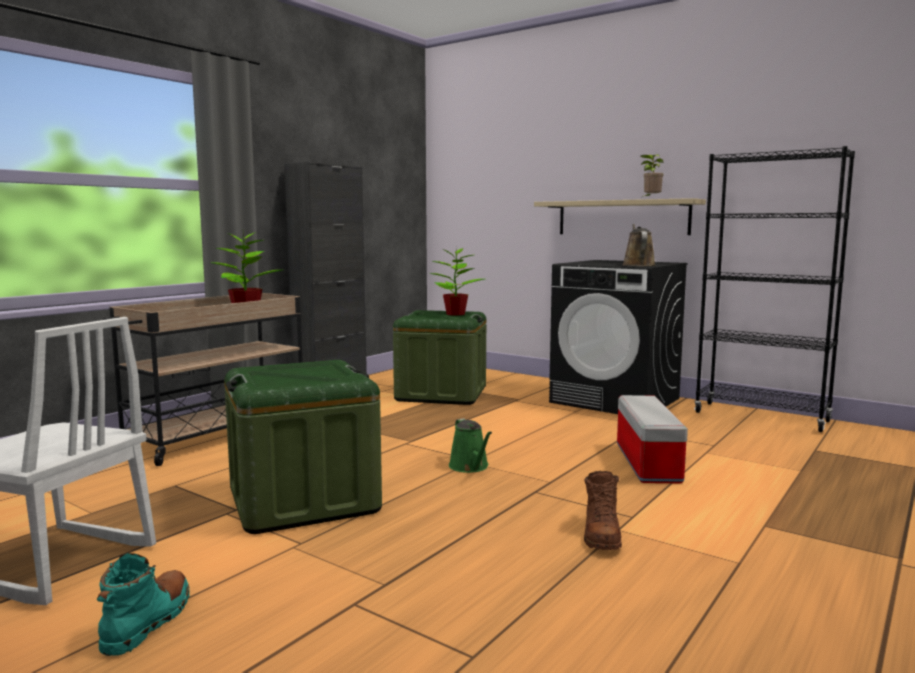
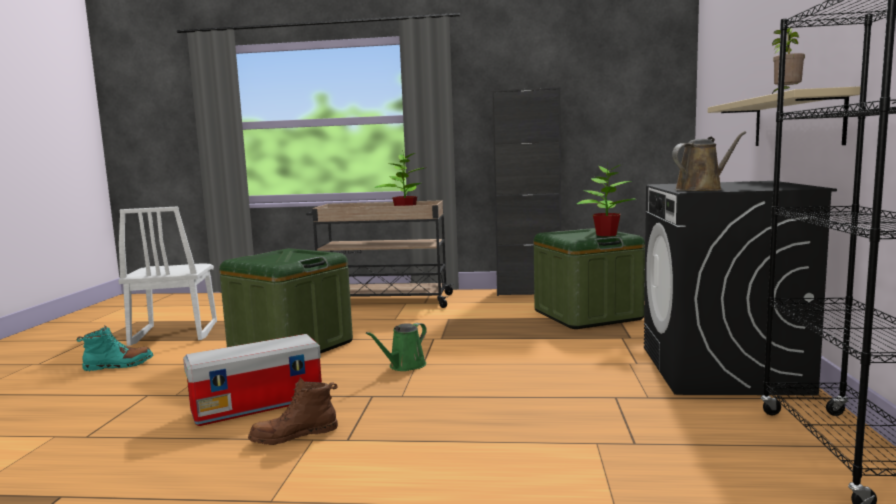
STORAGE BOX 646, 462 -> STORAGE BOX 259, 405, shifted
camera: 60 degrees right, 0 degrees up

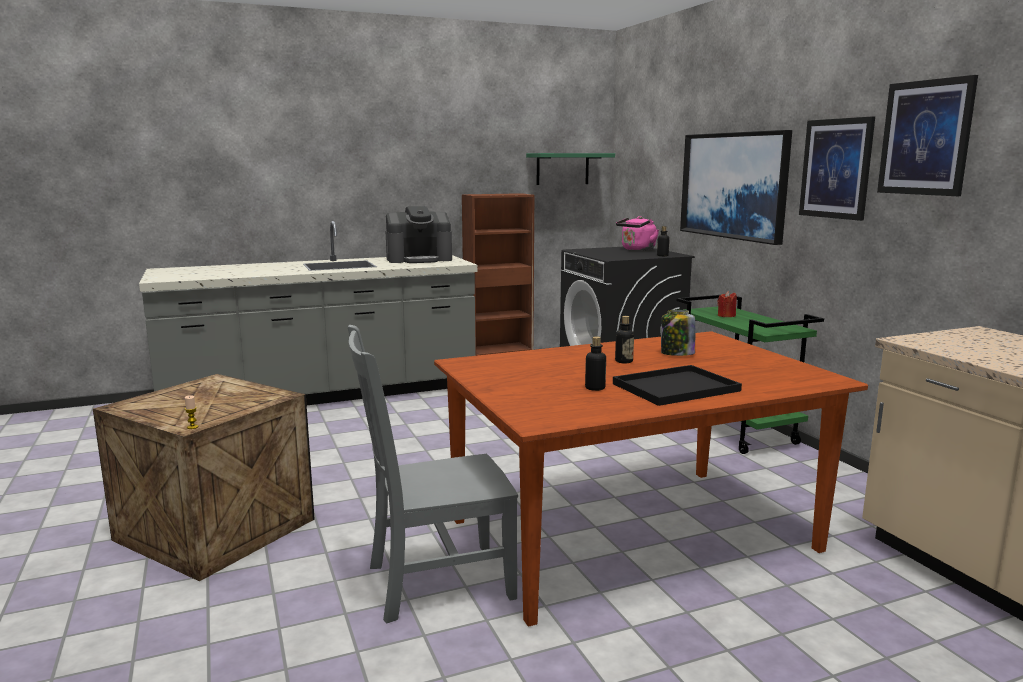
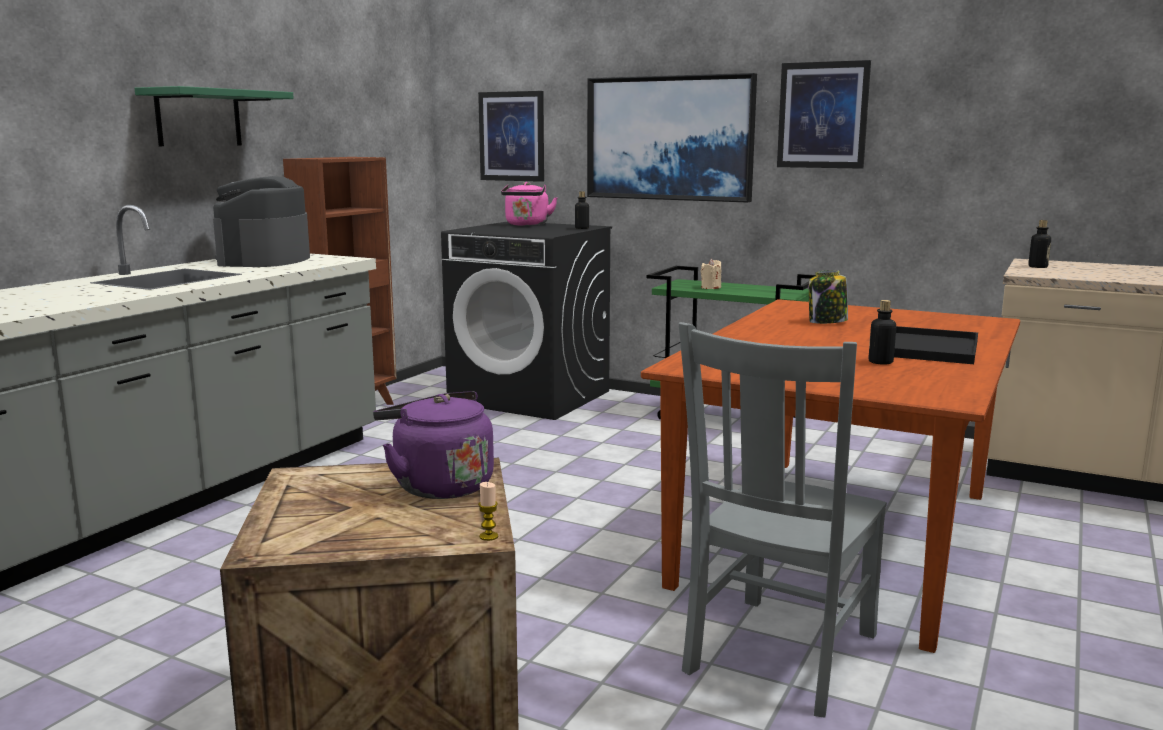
COFFEE MACHINE 419, 259 -> COFFEE MACHINE 264, 260, 150 degrees clockwise
GREEN SHELF 562, 169 -> GREEN SHELF 198, 118, shifted
BOTTLE 624, 361 -> BOTTLE 1037, 267, shifted
RED CANDLE 726, 316 -> BEIGE CANDLE 711, 288
PICTURE 925, 138 -> PICTURE 512, 136, shifted
none -> PURPLE KETTLE 438, 485
camera: 40 degrees left, 0 degrees up

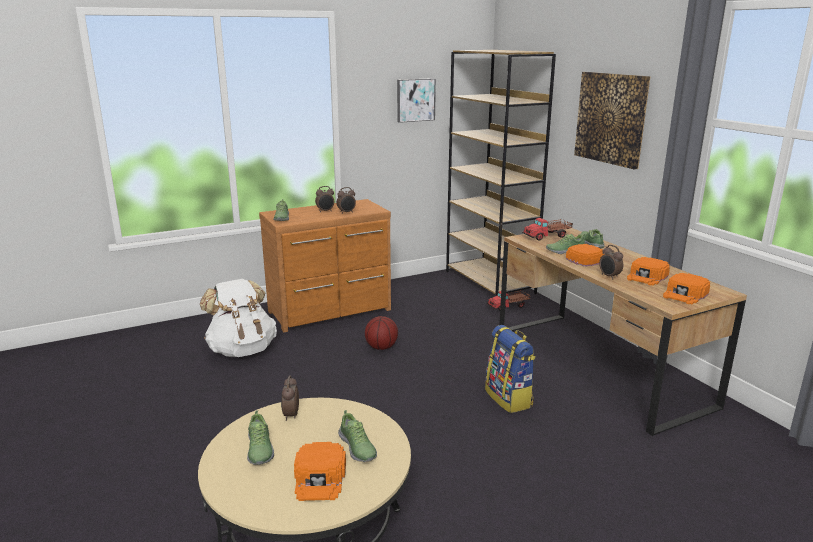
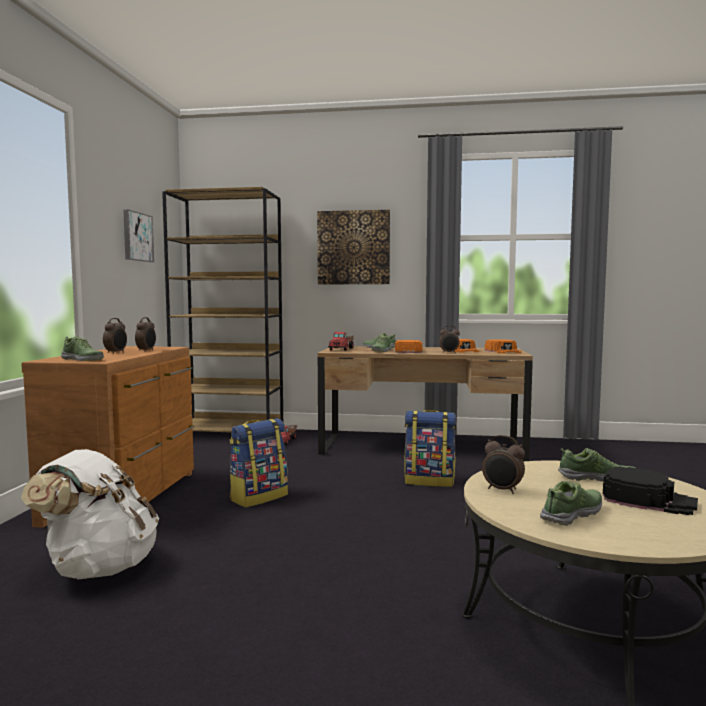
SHOE 259, 450 -> SHOE 572, 514, 60 degrees counterclockwise
ORANGE CAP 320, 477 -> BLACK CAP 648, 499
BASKETBALL 381, 347 -> BACKPACK 258, 497
camera: 55 degrees left, 15 degrees down

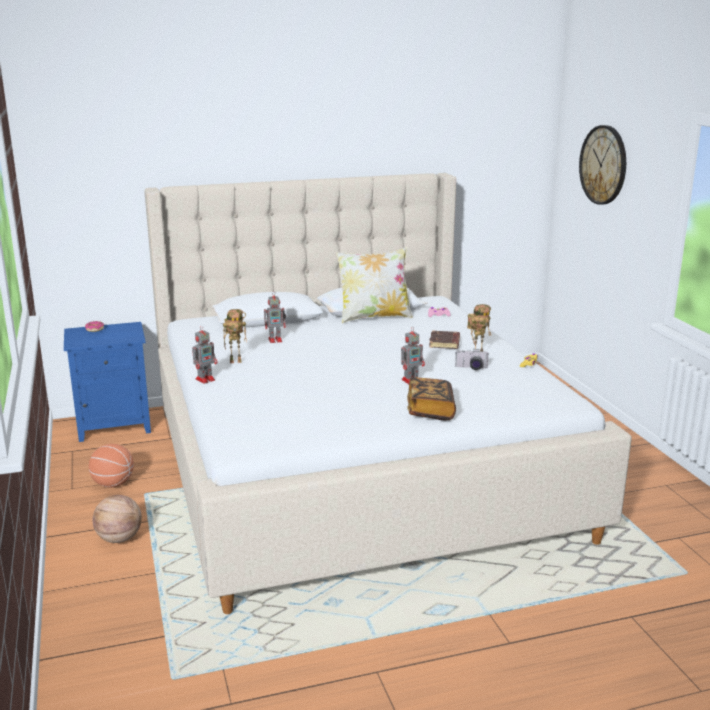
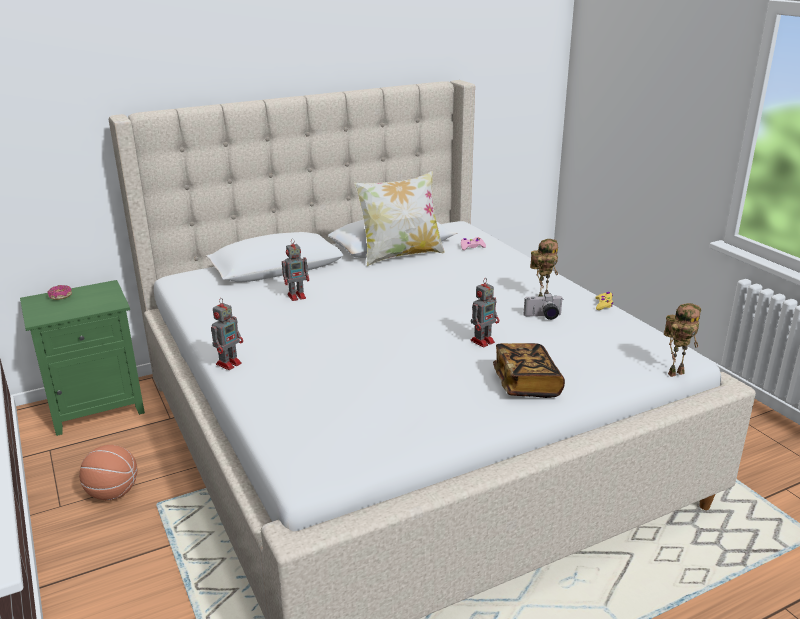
BLUE NIGHTSTAND 115, 425 -> GREEN NIGHTSTAND 97, 406
BASKETBALL 119, 539 -> none
TOY ROBOT 236, 361 -> TOY ROBOT 675, 372, shifted
BROWN BOOK 445, 343 -> none
WALL CLOCK 603, 165 -> none
camera: 10 degrees left, 5 degrees up

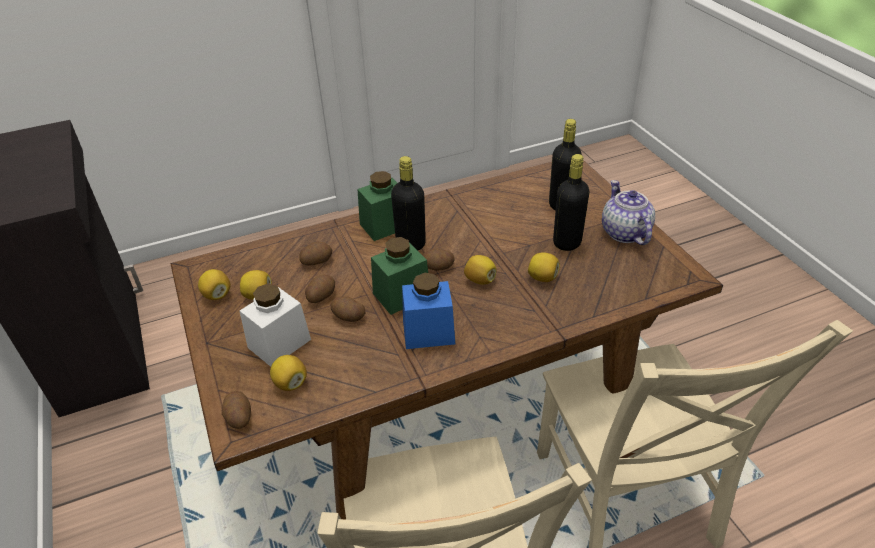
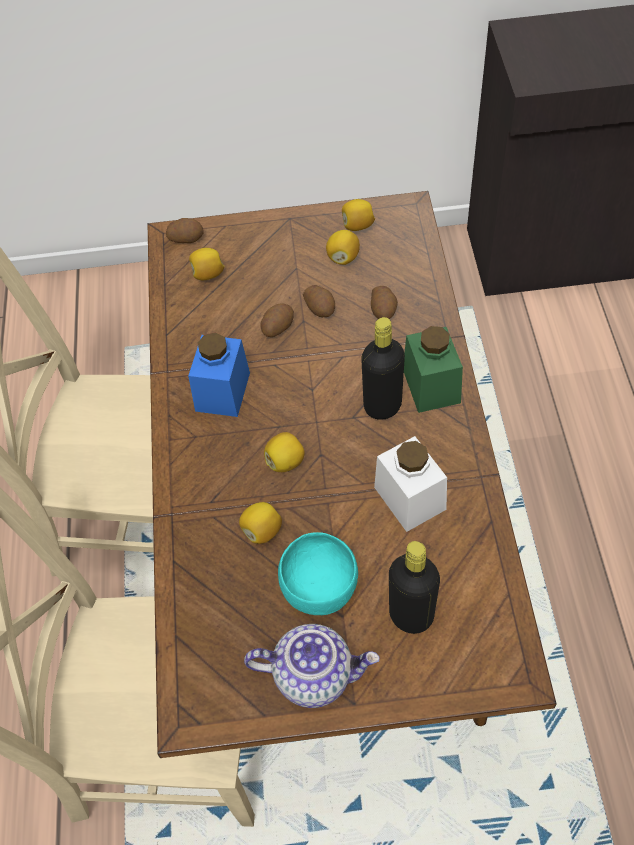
WHITE JAR 279, 343 -> WHITE JAR 410, 498, shifted
GREEN JAR 401, 295 -> none
POTATO 437, 267 -> none
BLACK BOTTLE 567, 243 -> TURQUOISE BOWL 319, 586
camera: 110 degrees right, 15 degrees up

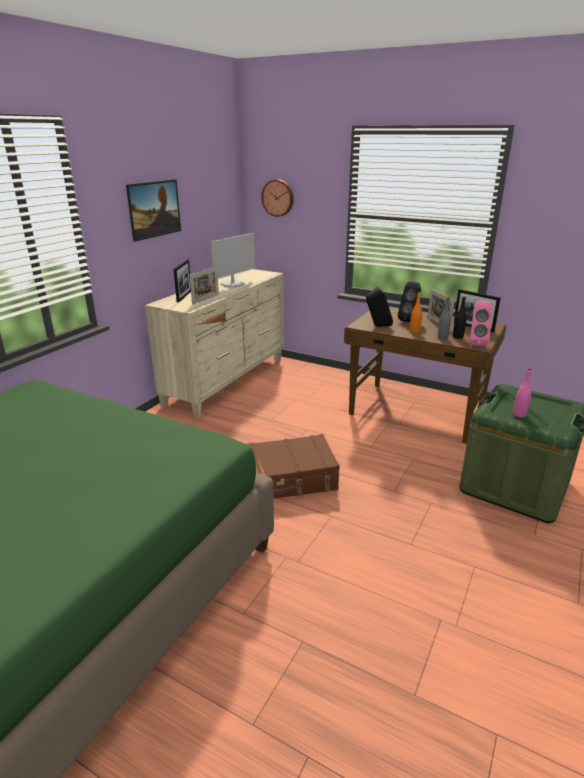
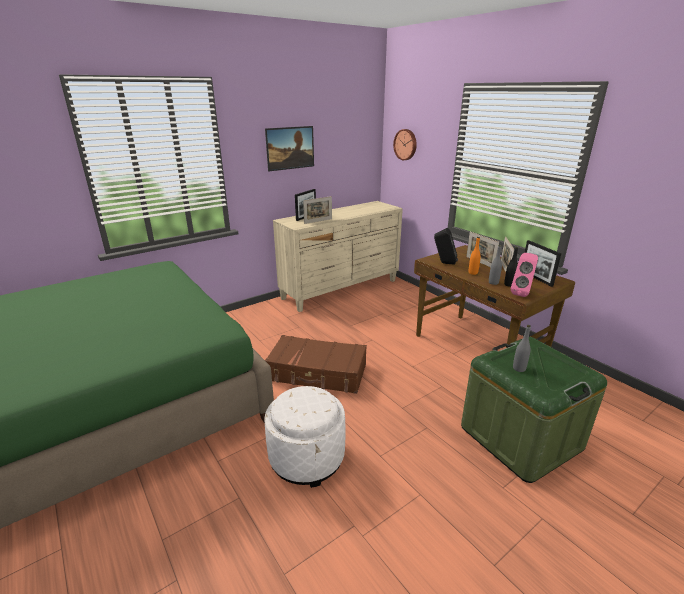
MONITOR 233, 284 -> none
BLACK SPEAKER 409, 320 -> PICTURE FRAME 480, 262
PINK BOTTLE 519, 414 -> GREY BOTTLE 519, 368
none -> WHITE OTTOMAN 307, 458
camera: 25 degrees right, 0 degrees up

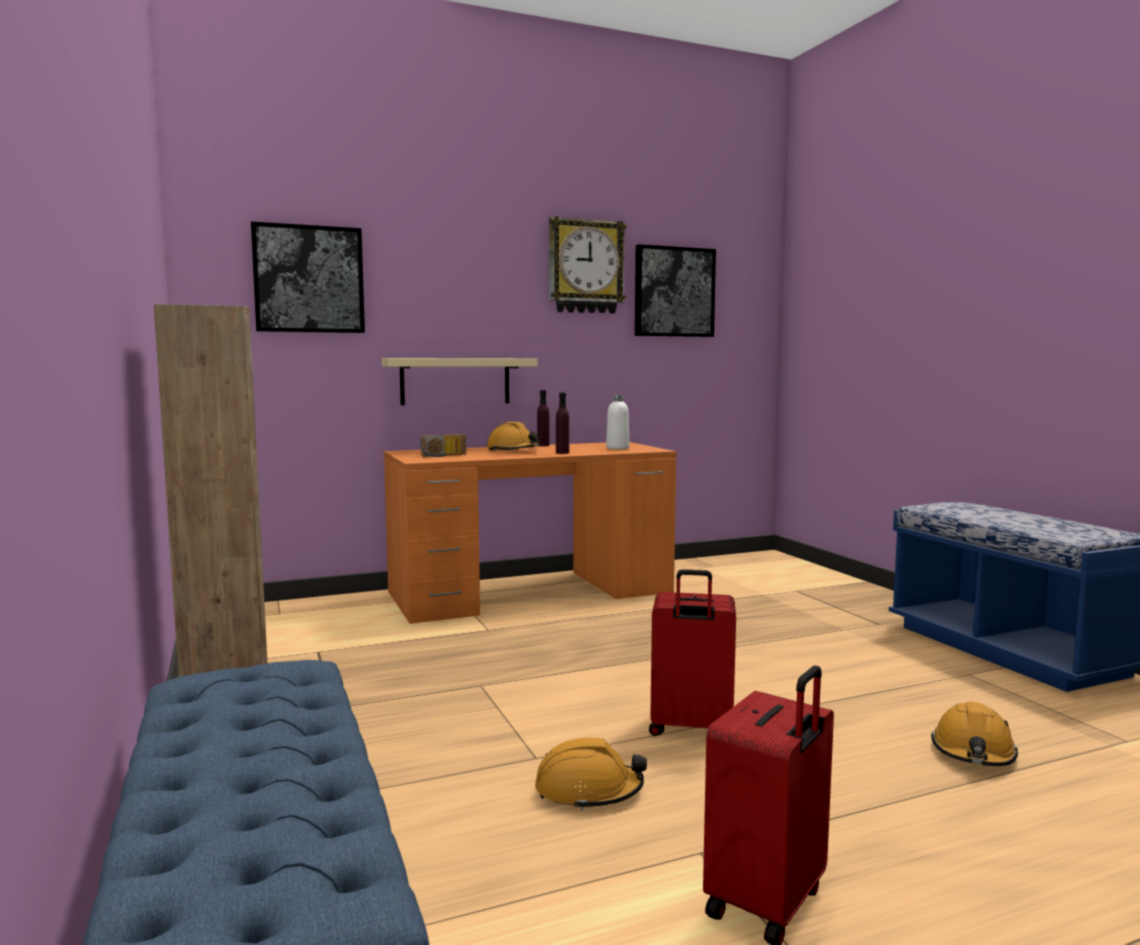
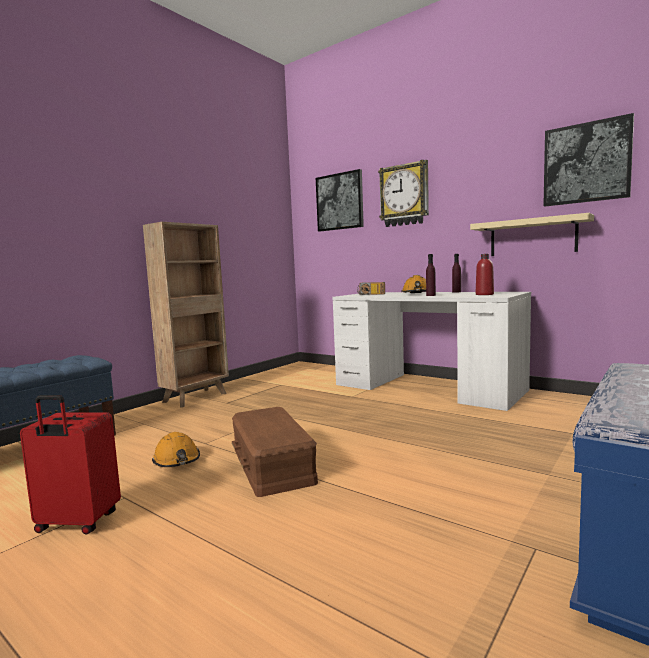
BEIGE SHELF 455, 381 -> BEIGE SHELF 532, 237, shifted
ORANGE DESK 532, 592 -> WHITE DESK 427, 387
WALL CLOCK 585, 267 -> WALL CLOCK 404, 195, shifted
WHITE BOTTLE 617, 448 -> RED BOTTLE 484, 294
RED SUITCASE 690, 729 -> BROWN STORAGE BOX 271, 465
ORANGE HARD HAT 973, 752 -> none
camera: 60 degrees right, 0 degrees up

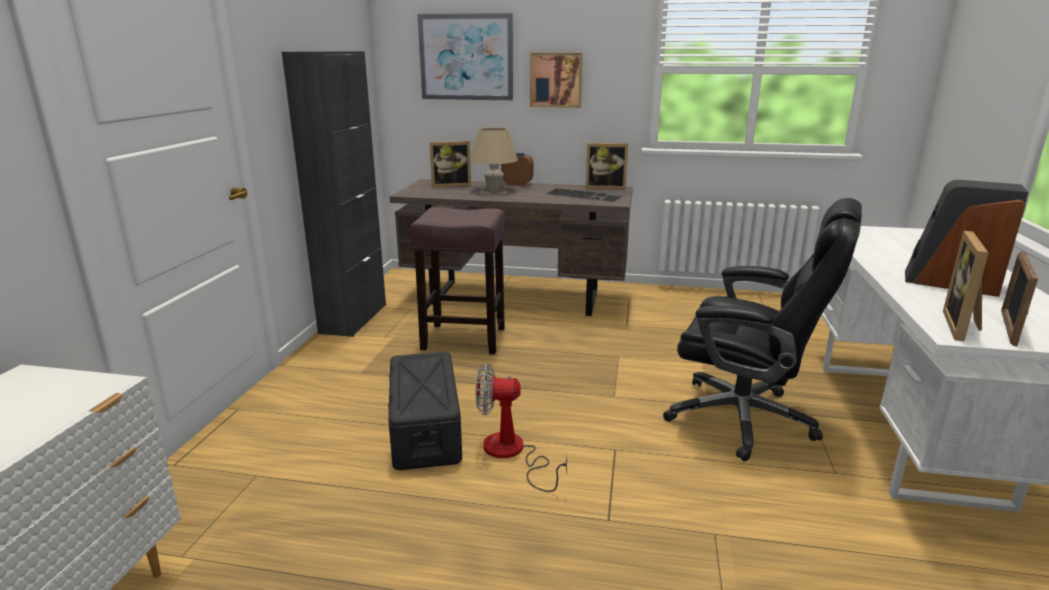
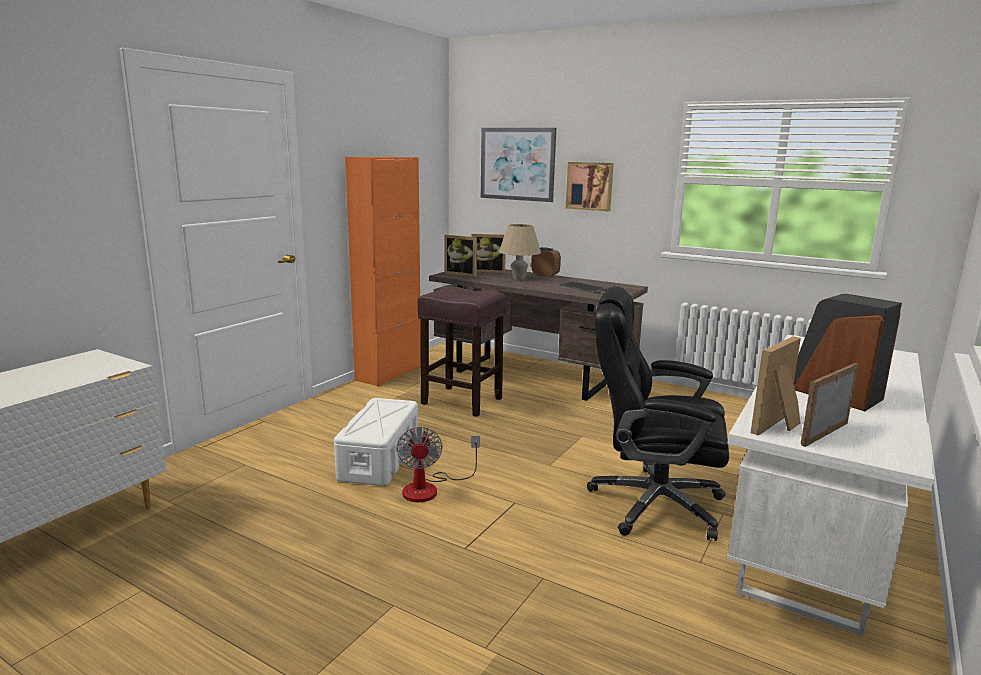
BLACK CABINET 353, 318 -> ORANGE CABINET 389, 373
BLACK STORAGE BOX 425, 430 -> WHITE STORAGE BOX 379, 459
FAN 512, 454 -> FAN 430, 488, 120 degrees counterclockwise
PICTURE FRAME 605, 187 -> PICTURE FRAME 462, 274, shifted
BLACK OFFICE CHAIR 744, 419 -> BLACK OFFICE CHAIR 653, 504, 150 degrees clockwise
camera: 20 degrees right, 5 degrees down

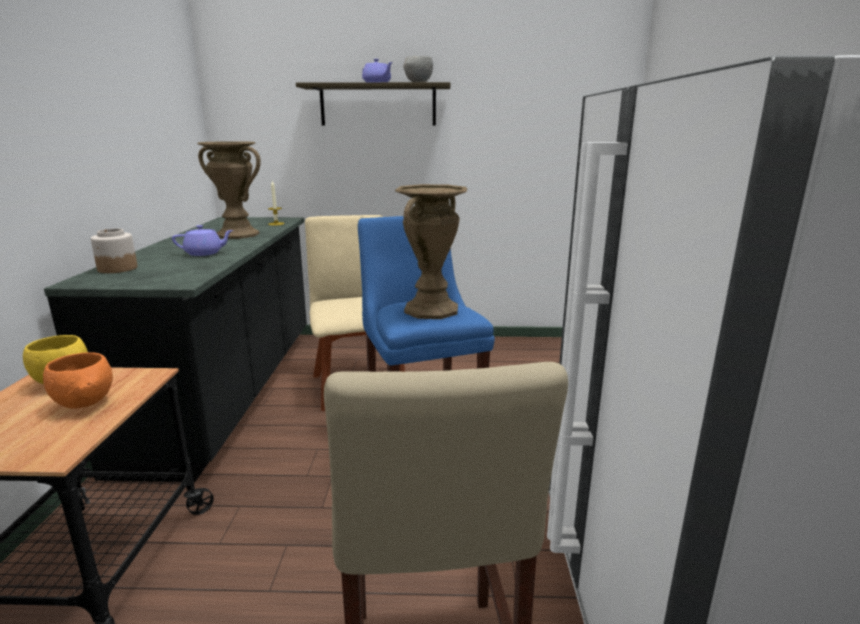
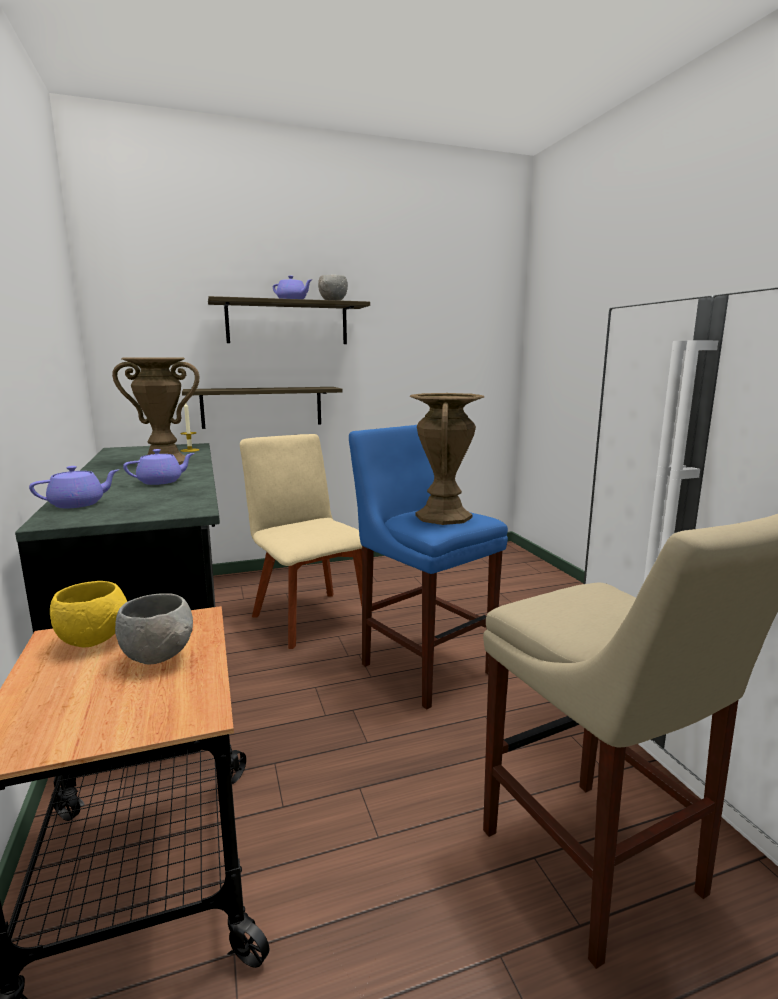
ORANGE BOWL 85, 405 -> GREY BOWL 159, 659
JAR 117, 268 -> PURPLE TEAPOT 78, 504
none -> SHELF 262, 407
camera: 20 degrees left, 5 degrees down

